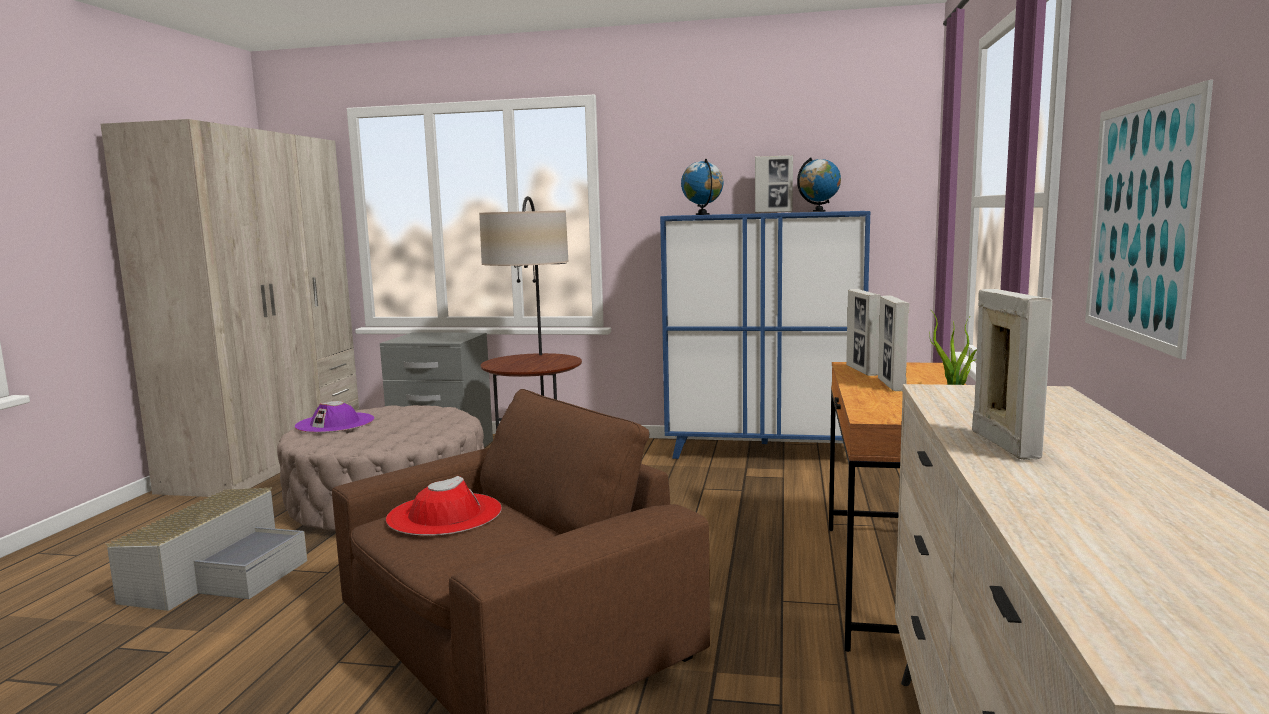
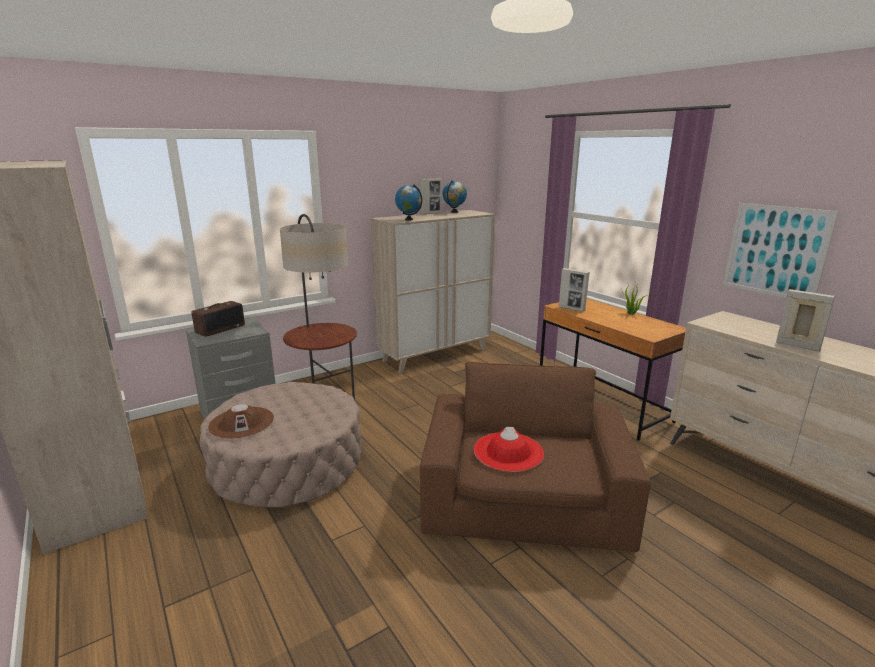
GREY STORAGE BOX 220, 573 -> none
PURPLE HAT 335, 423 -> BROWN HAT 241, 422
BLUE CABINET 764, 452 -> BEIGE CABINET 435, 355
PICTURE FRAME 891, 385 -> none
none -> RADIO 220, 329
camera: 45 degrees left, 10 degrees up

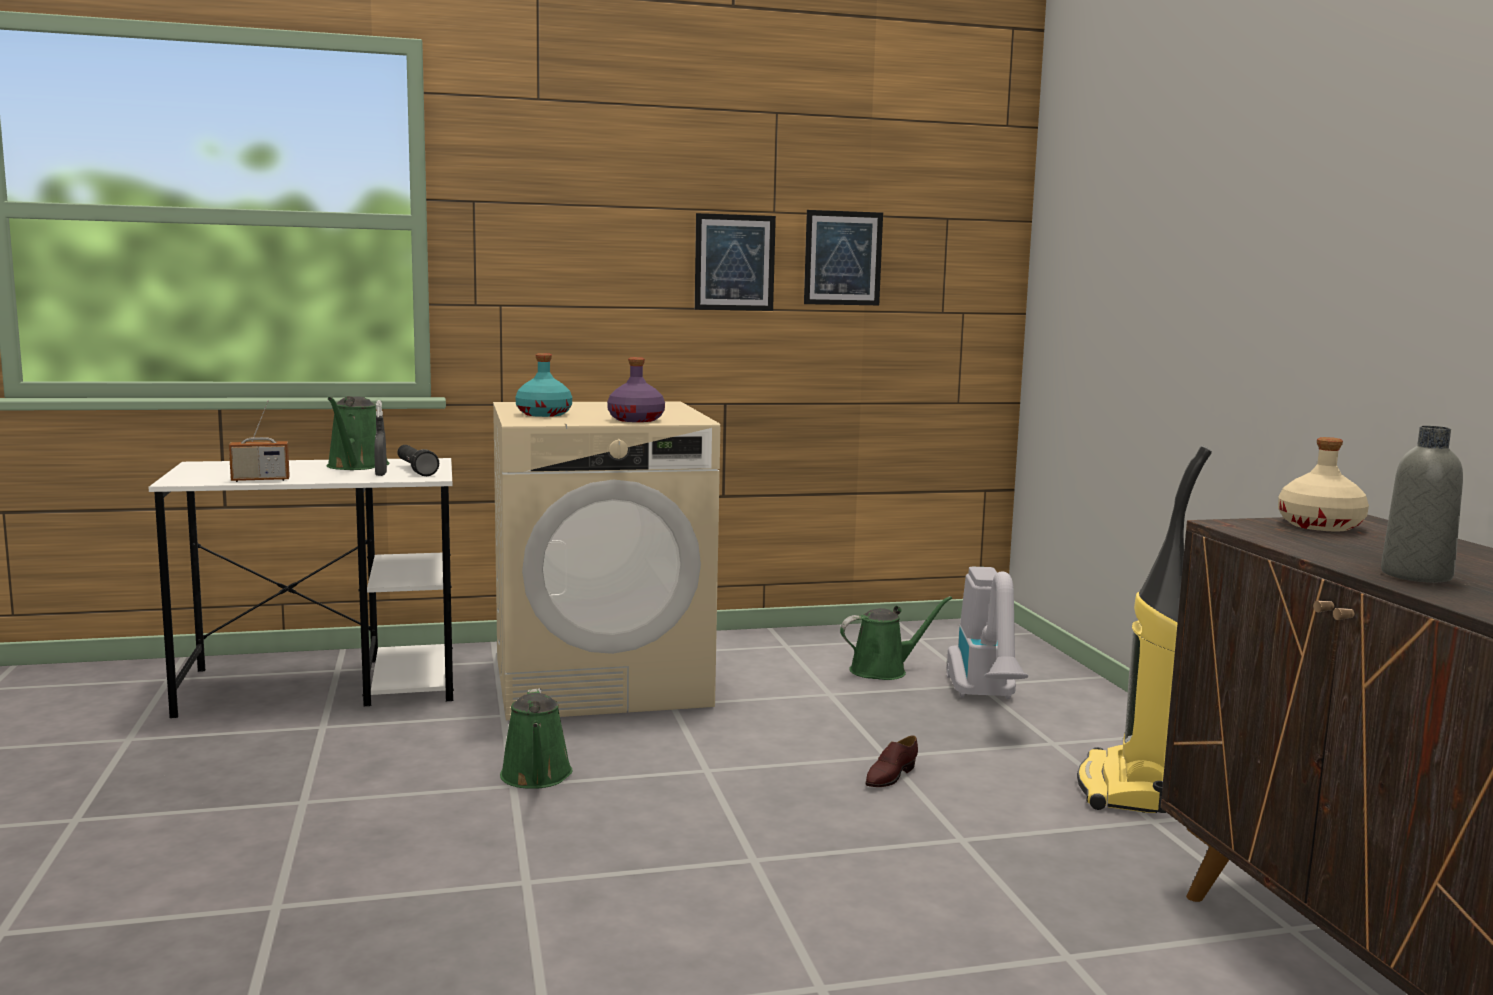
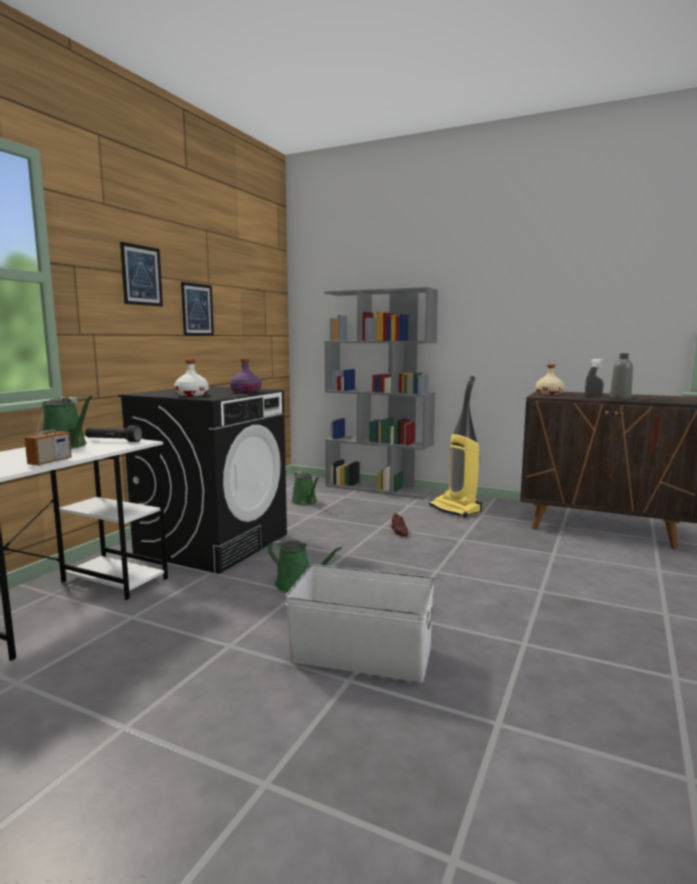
GREY SPRAY BOTTLE 381, 474 -> GREY SPRAY BOTTLE 593, 397, shifted
BEIGE WASHING MACHINE 601, 681 -> BLACK WASHING MACHINE 213, 544
TURQUOISE BOTTLE 544, 414 -> WHITE BOTTLE 192, 395
PICTURE 843, 258 -> PICTURE 141, 275, shifted
GREEN WATERING CAN 883, 670 -> GREEN WATERING CAN 305, 502, 135 degrees clockwise
VACUUM CLEANER 986, 699 -> none
none -> WHITE STORAGE BOX 361, 654
none -> GREY BOOKCASE 378, 488
camera: 50 degrees left, 0 degrees up

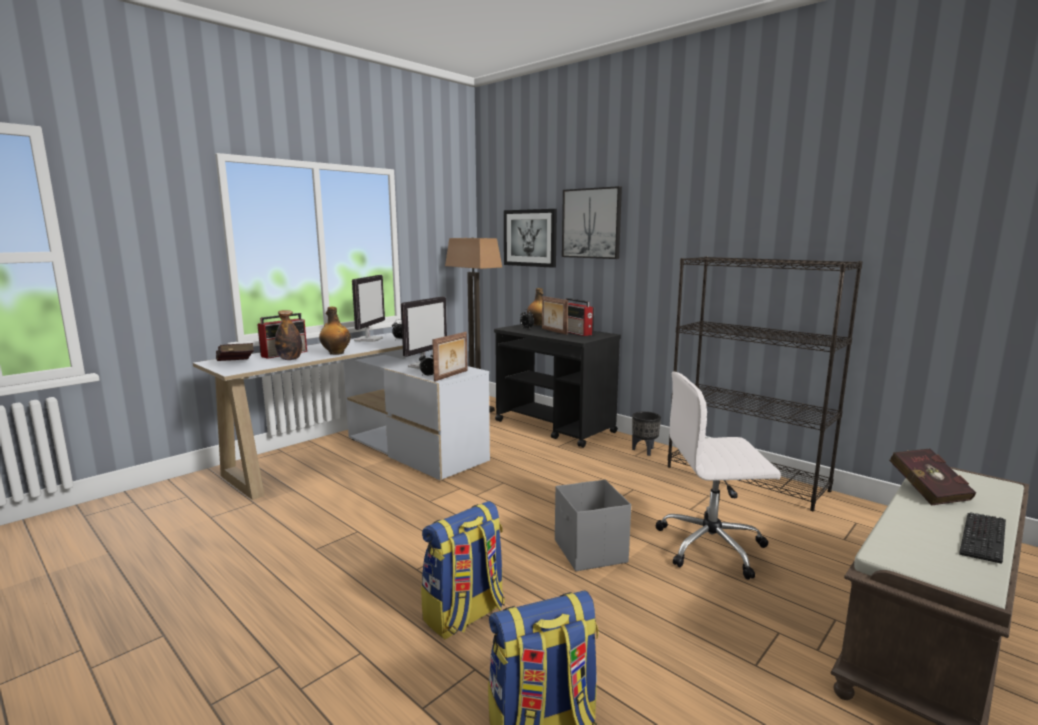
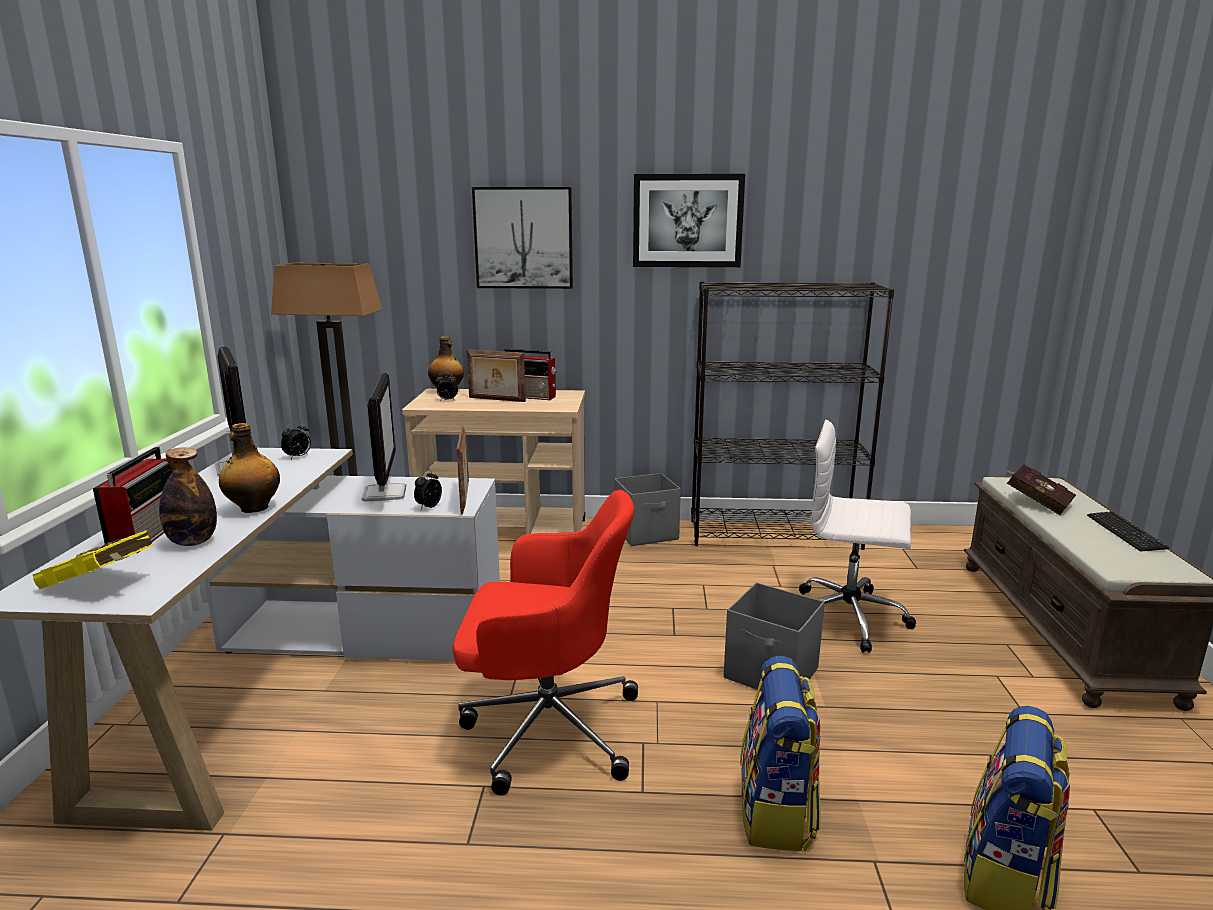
RED BOOK 235, 364 -> YELLOW BOOK 101, 584
BLACK CART 555, 427 -> BEIGE CART 505, 534
PICTURE 530, 238 -> PICTURE 687, 221, shifted
BLACK PLANTER 645, 451 -> GREY STORAGE BOX 647, 533
WHITE OFFICE CHAIR 712, 546 -> WHITE OFFICE CHAIR 850, 618, 60 degrees clockwise
none -> RED OFFICE CHAIR 546, 727
camera: 40 degrees left, 5 degrees up

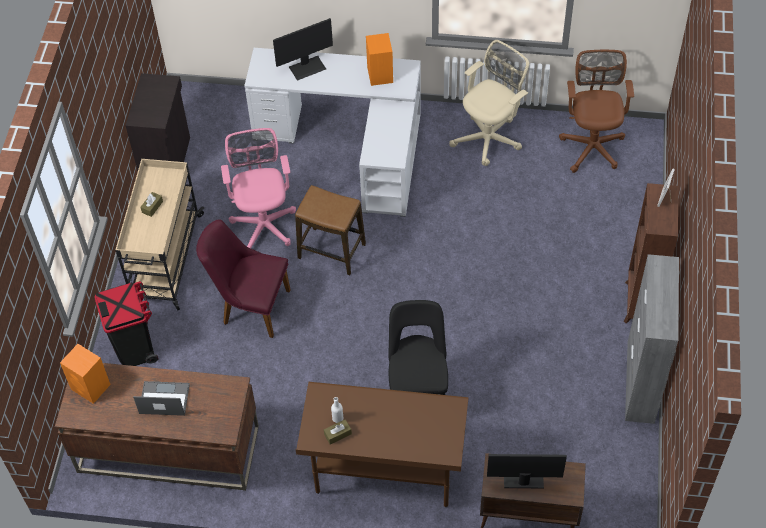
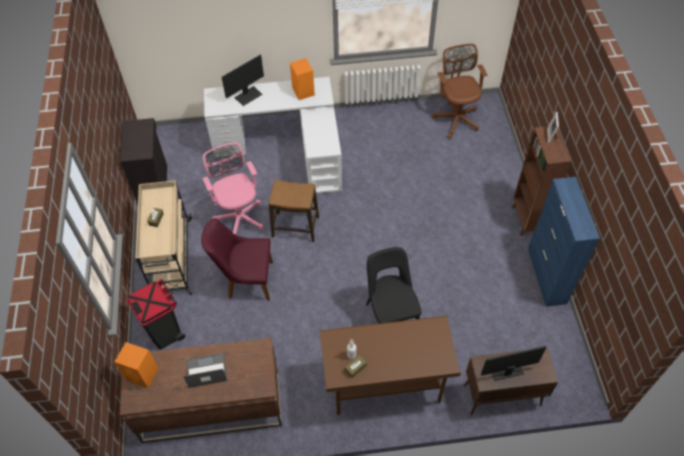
BEIGE OFFICE CHAIR 489, 138 -> none
GREY CABINET 640, 382 -> BLUE CABINET 546, 276
camera: 15 degrees left, 0 degrees up

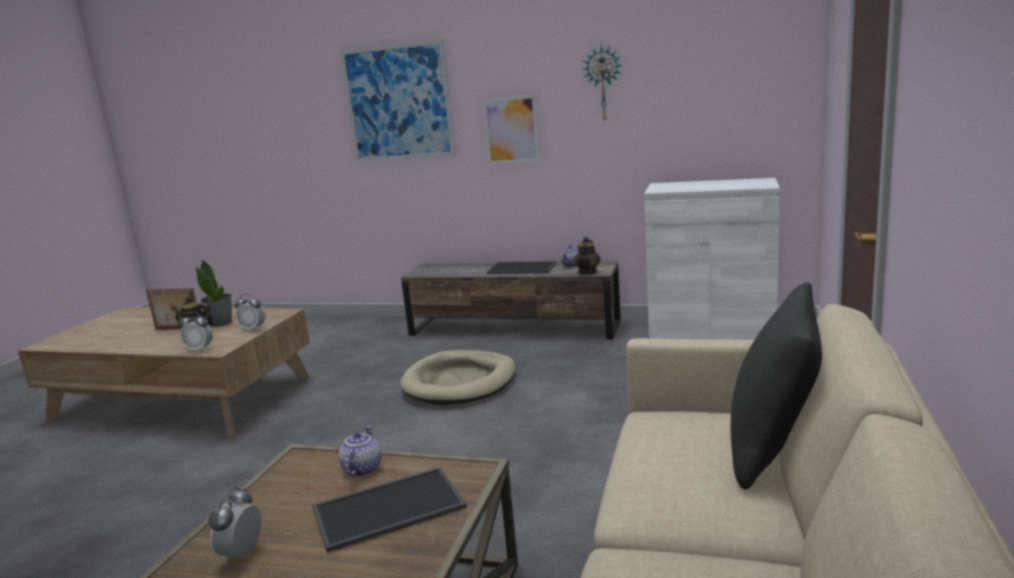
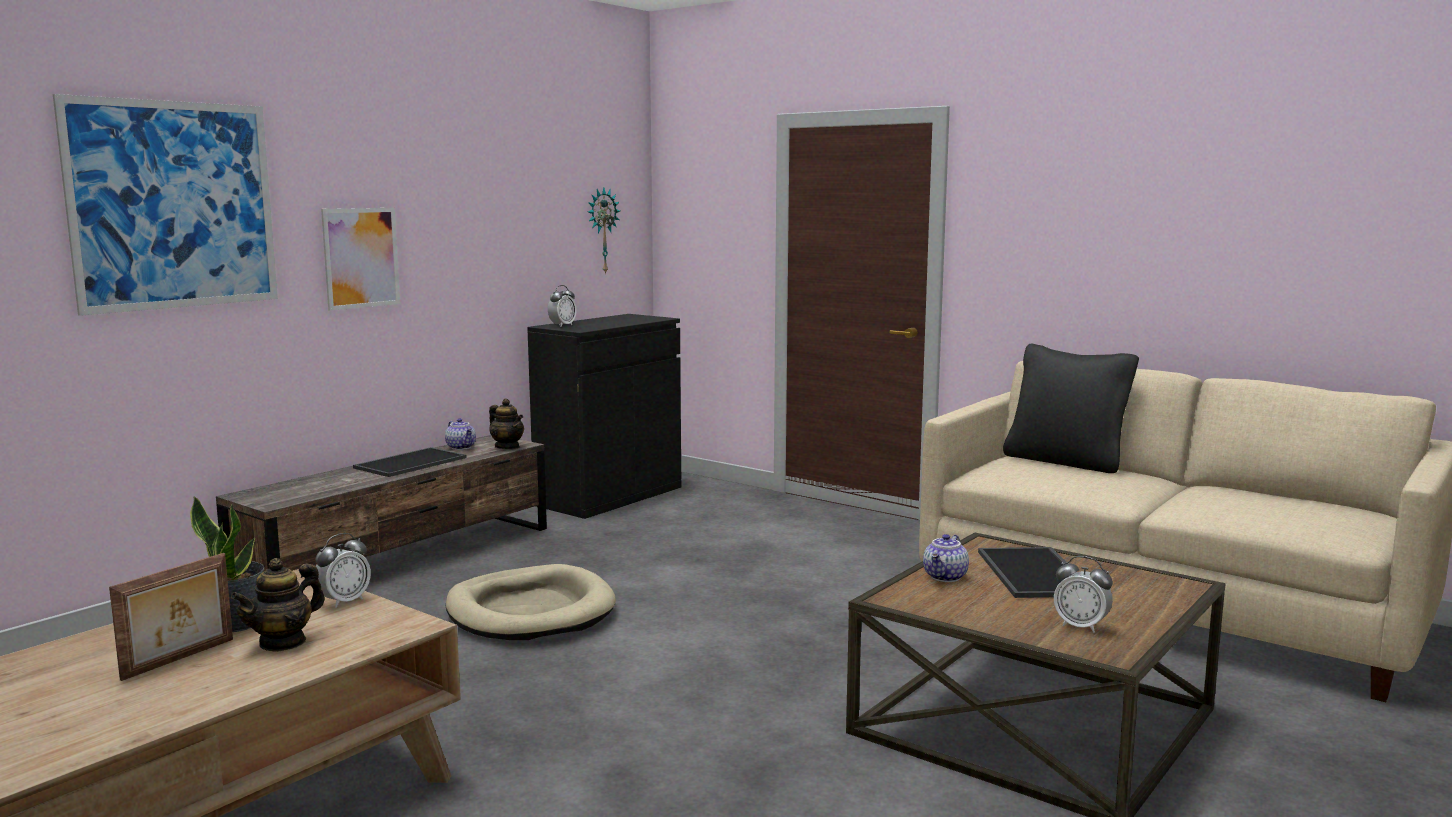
ALARM CLOCK 199, 349 -> ALARM CLOCK 562, 326, shifted
TEAPOT 361, 469 -> TEAPOT 946, 577, 90 degrees counterclockwise
WALL CLOCK 603, 84 -> WALL CLOCK 601, 230, shifted
WHITE CABINET 711, 332 -> BLACK CABINET 609, 496
camera: 70 degrees left, 5 degrees down

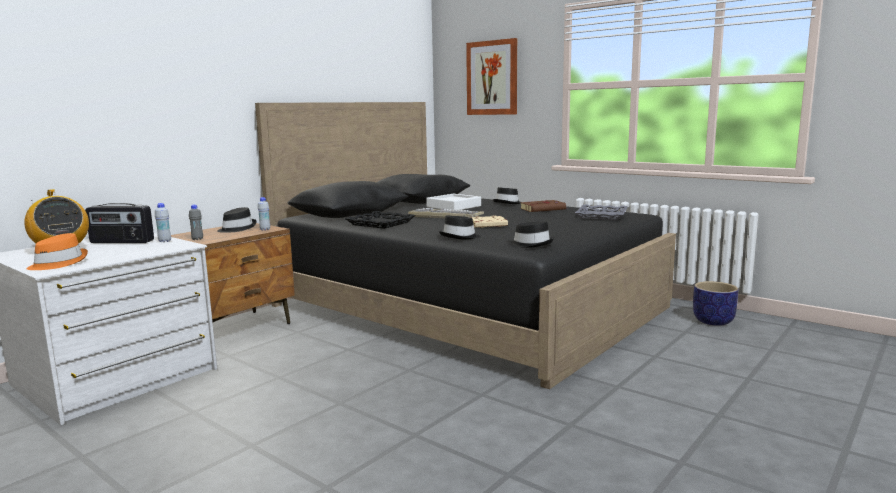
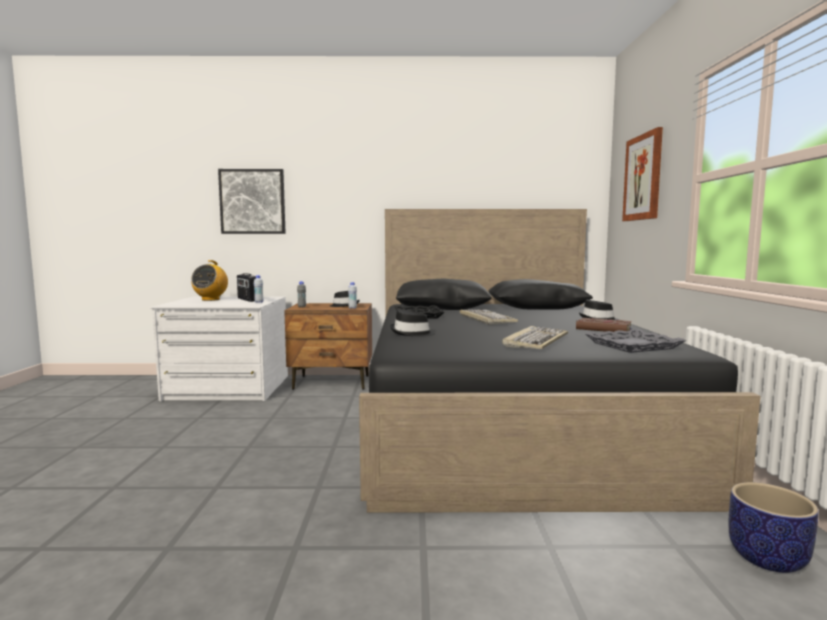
ORANGE HAT 58, 263 -> none
WHITE TRAY 453, 206 -> none
BEIGE BOOK 487, 225 -> none
BLACK HAT 531, 244 -> none
none -> PICTURE 252, 201
none -> KEYBOARD 536, 341
camera: 50 degrees right, 5 degrees down

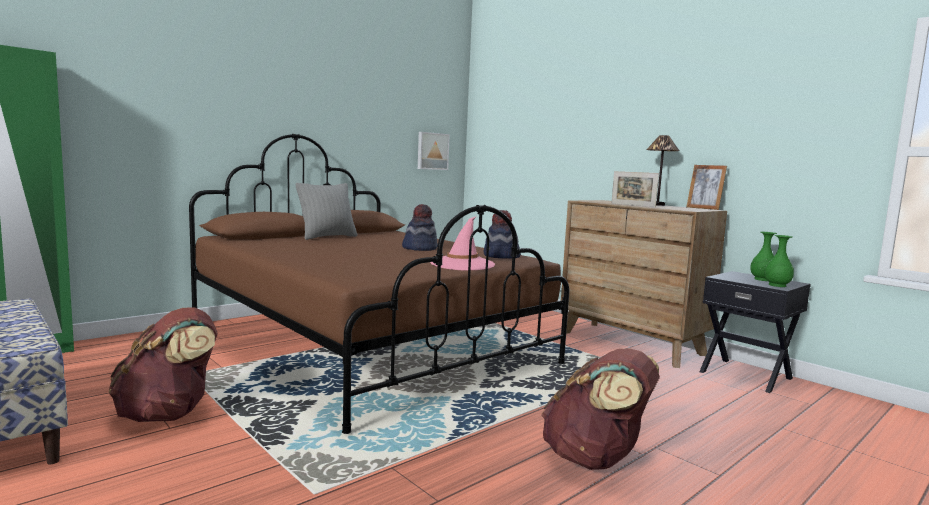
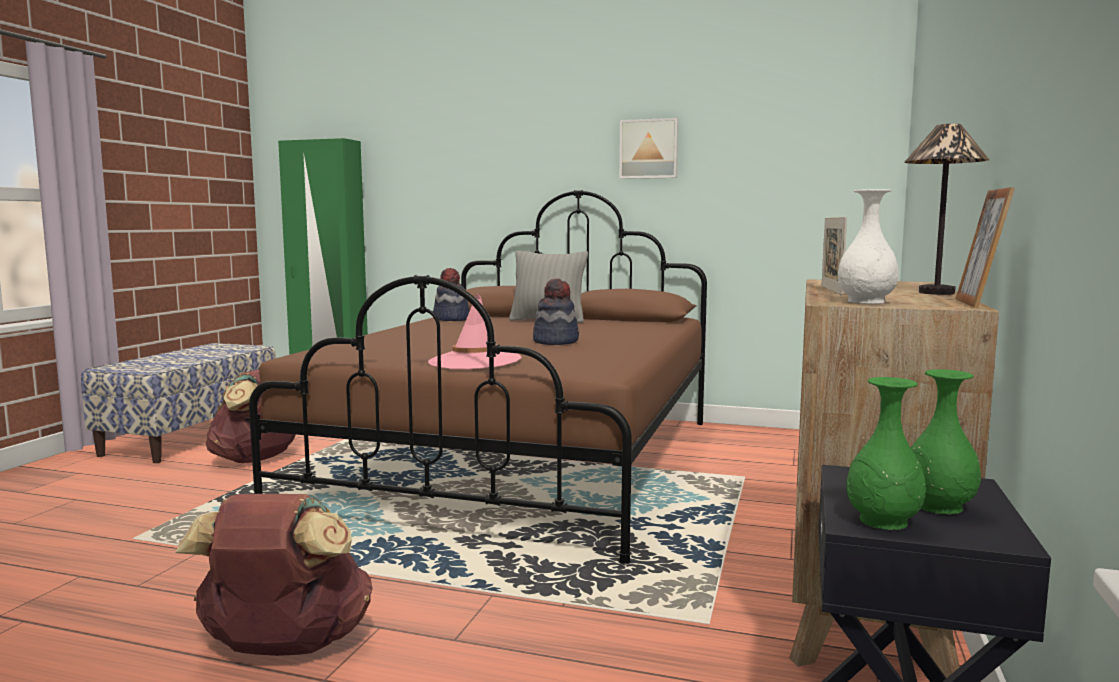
PICTURE 432, 151 -> PICTURE 649, 149, shifted
HAT 501, 256 -> HAT 451, 319, shifted
none -> WHITE VASE 866, 302
camera: 60 degrees right, 0 degrees up

